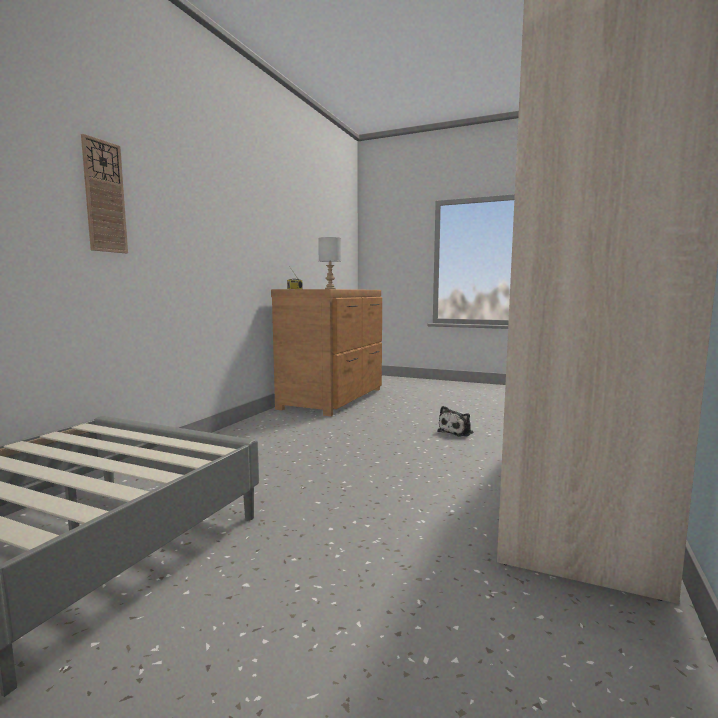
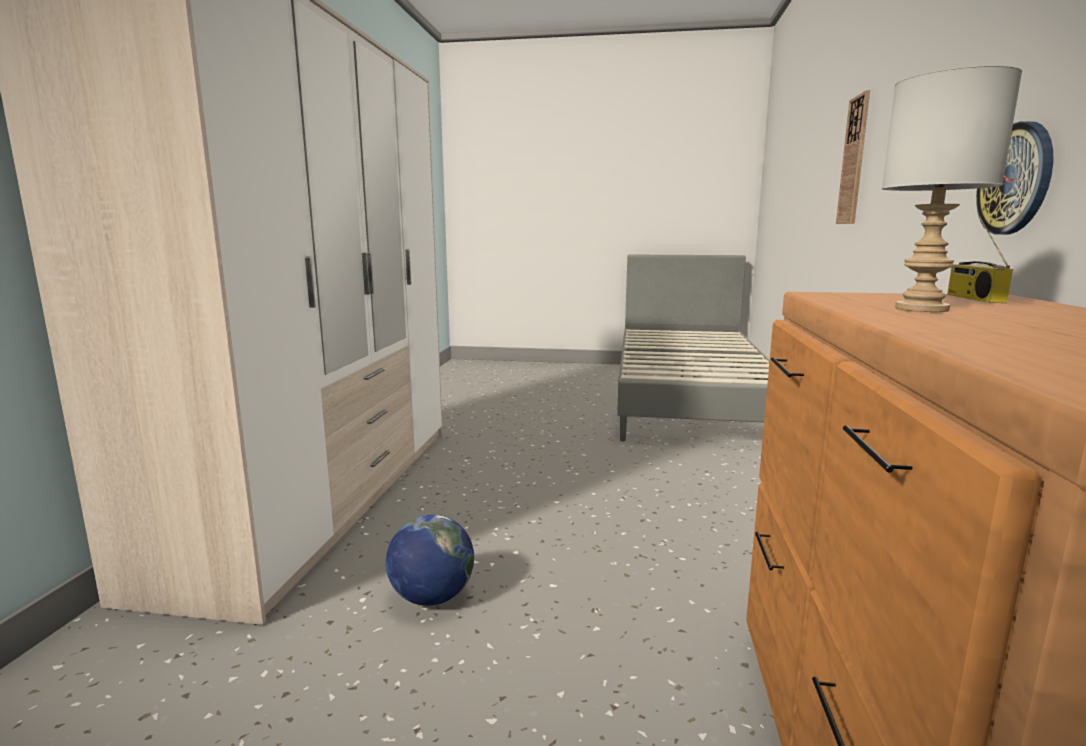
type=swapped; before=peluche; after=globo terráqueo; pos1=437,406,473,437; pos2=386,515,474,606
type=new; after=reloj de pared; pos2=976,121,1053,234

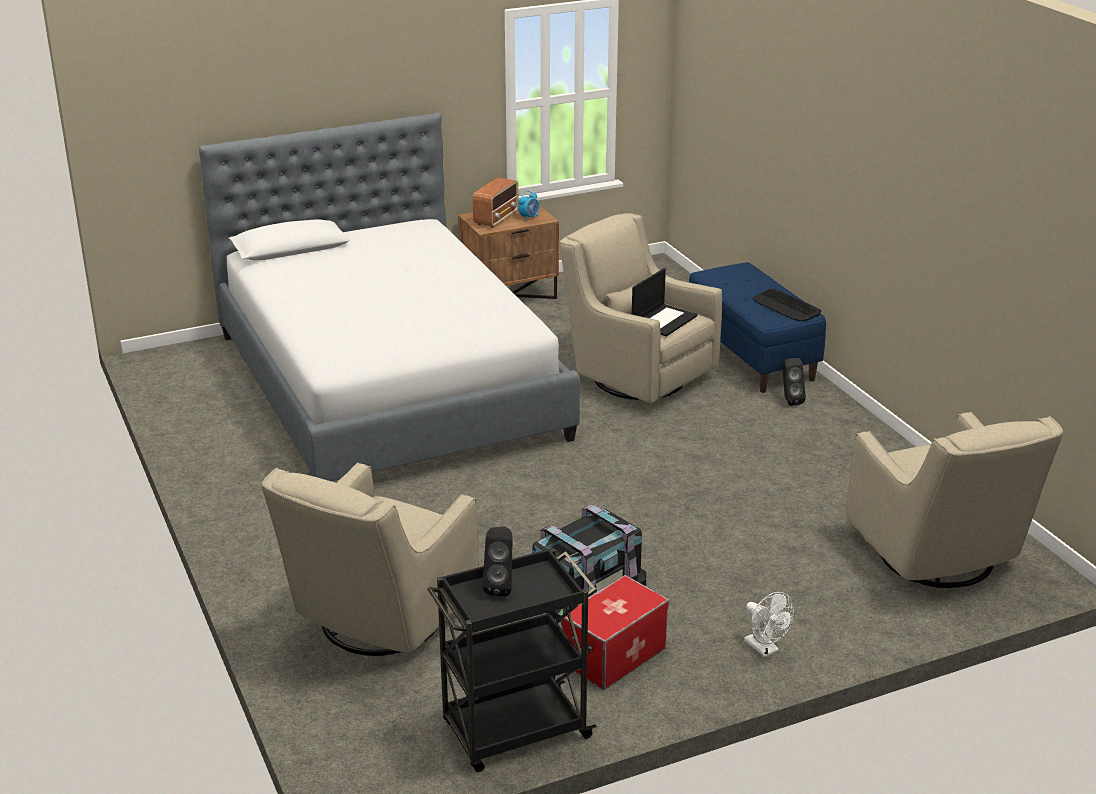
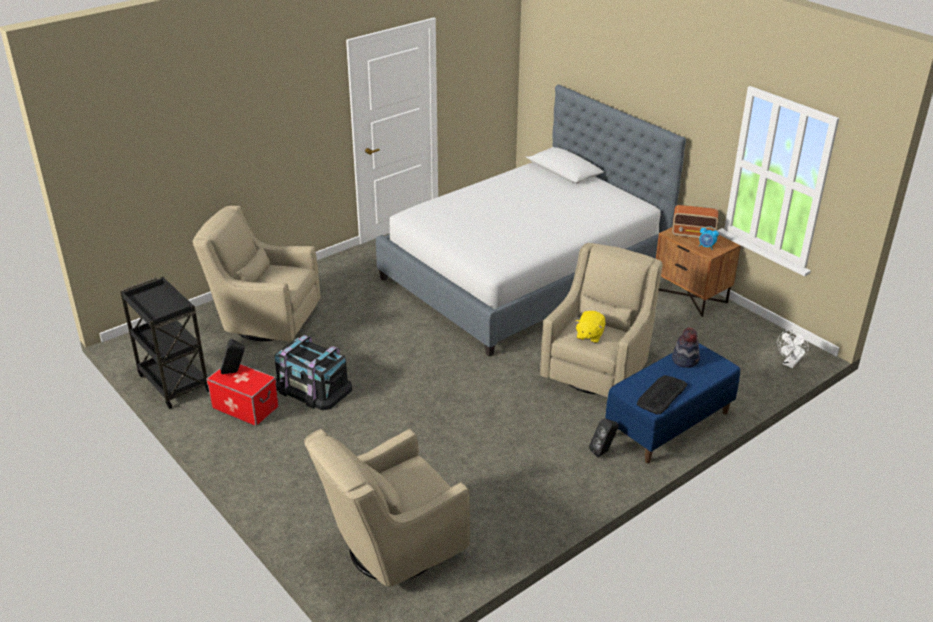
type=shifted; before=altavoz/negro; pos1=483,526,513,596; pos2=220,339,245,374
type=swapped; before=portátil; after=peluche/amarillo; pos1=632,268,698,337; pos2=575,311,606,343
type=new; after=sombrero; pos2=672,327,700,368
type=shifted; before=ventilador/blanco; pos1=744,592,794,657; pos2=777,330,809,368

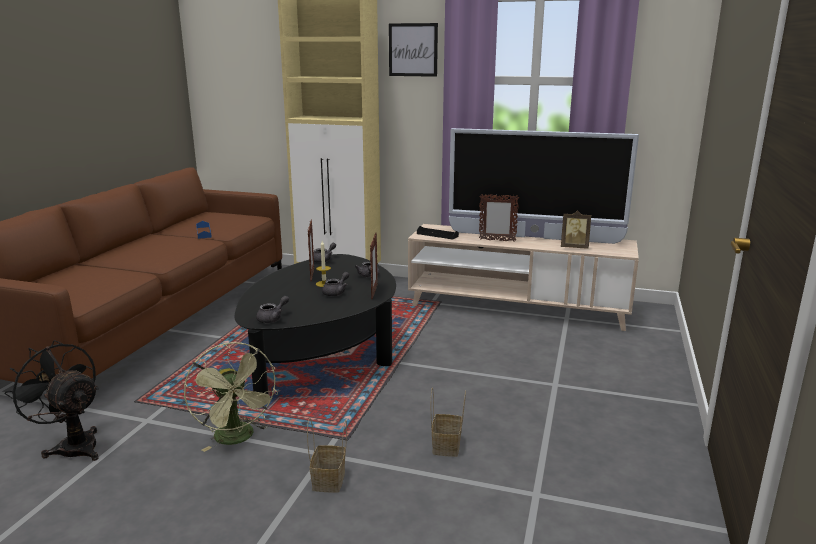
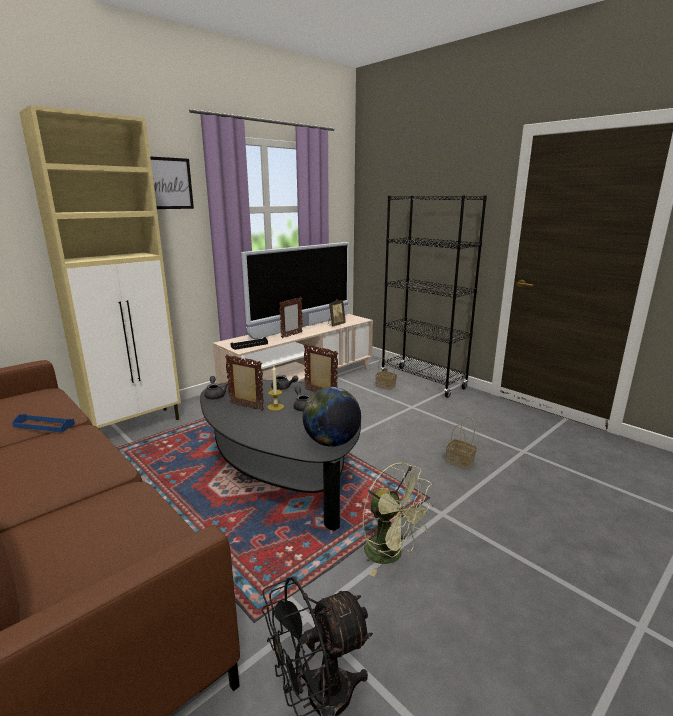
type=swapped; before=tetera/gris; after=globo terráqueo; pos1=256,296,289,323; pos2=303,387,361,447
type=rotated; before=ventilador/verde; pos1=184,342,278,452; pos2=363,463,433,576; turn=45
type=shifted; before=cesta; pos1=307,418,347,492; pos2=376,353,397,390
type=new; after=estantería/negro; pos2=381,195,487,398

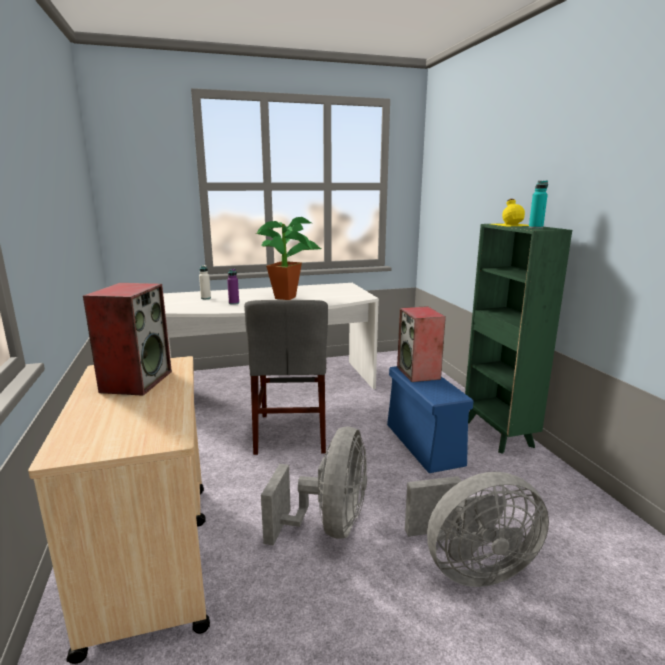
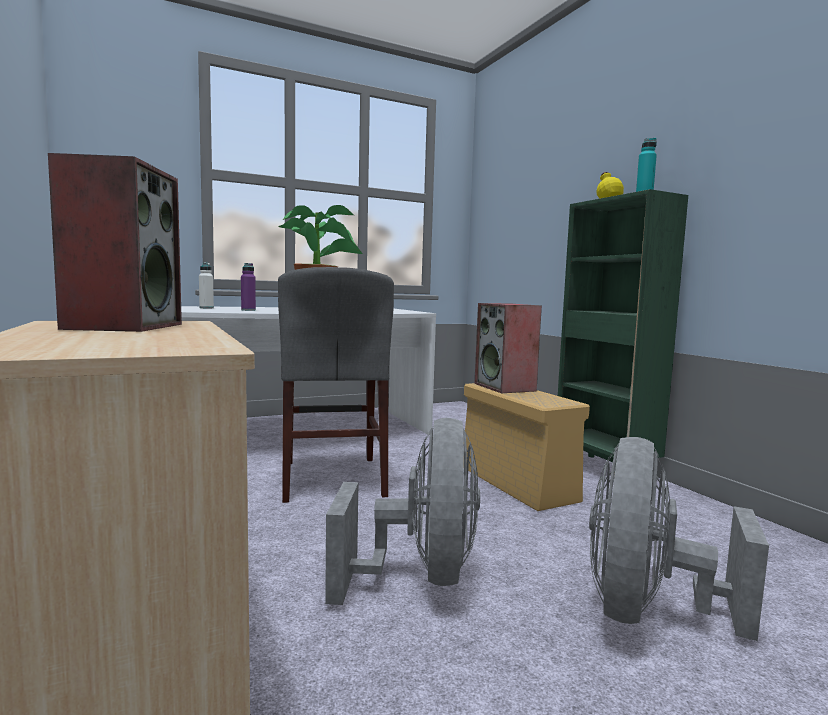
type=repainted; before=caja de almacenaje/azul; after=caja de almacenaje/beis; pos1=387,366,474,473; pos2=464,383,590,511
type=rotated; before=ventilador/gris; pos1=405,472,549,587; pos2=589,437,769,641; turn=135

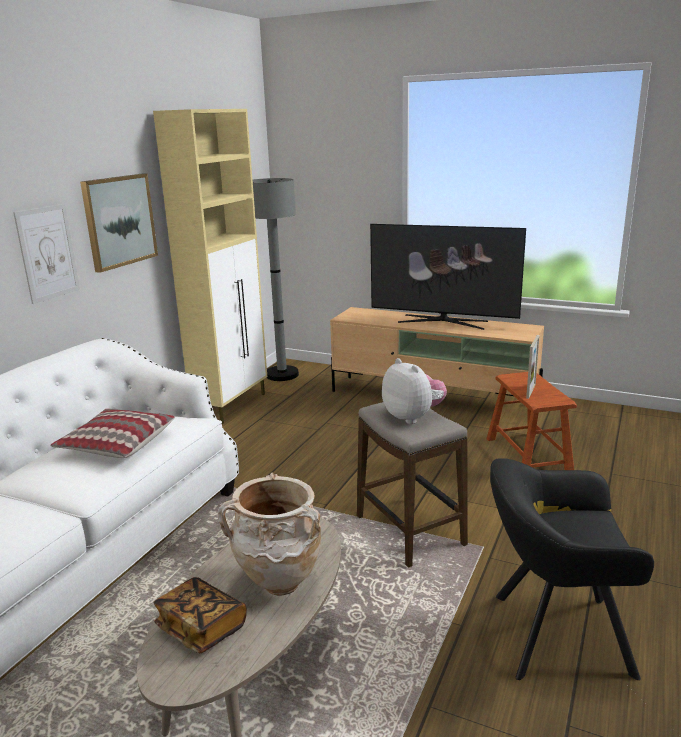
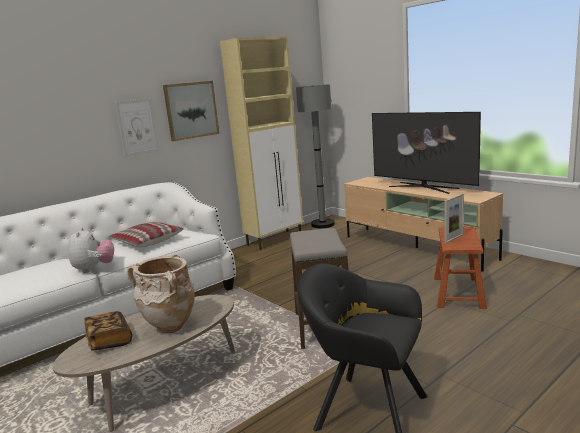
type=shifted; before=peluche; pos1=382,358,447,424; pos2=68,227,114,273

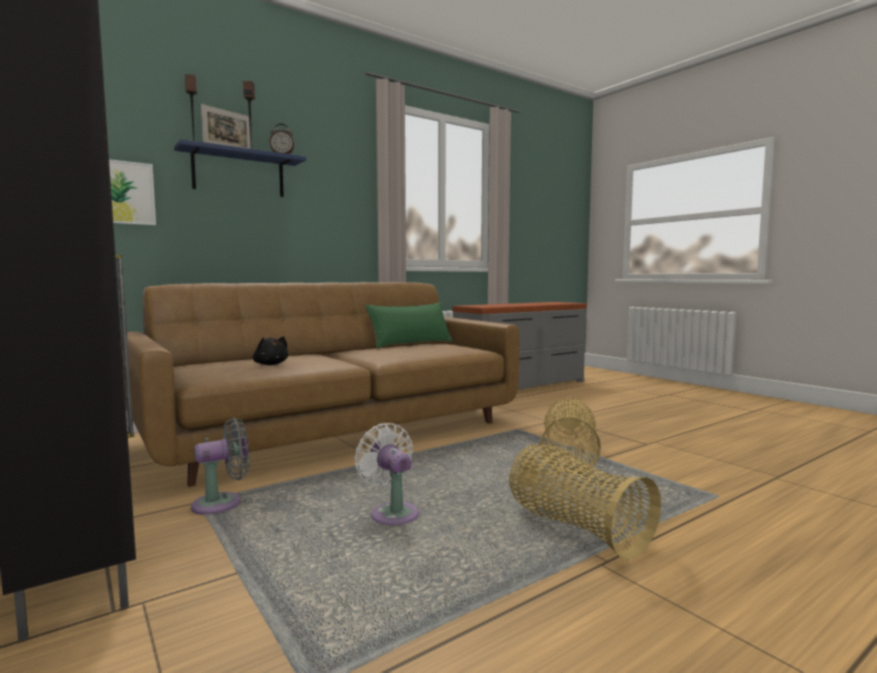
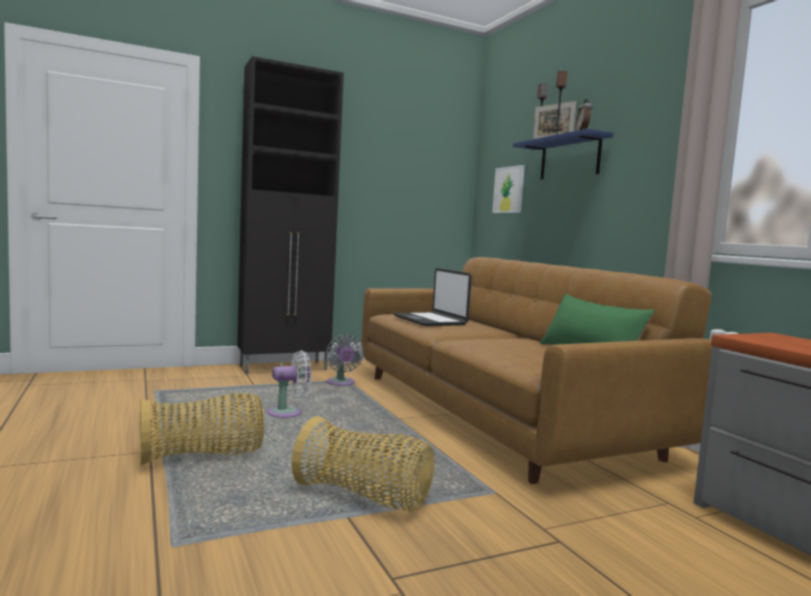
type=swapped; before=peluche/negro; after=portátil; pos1=253,336,288,365; pos2=394,268,472,326

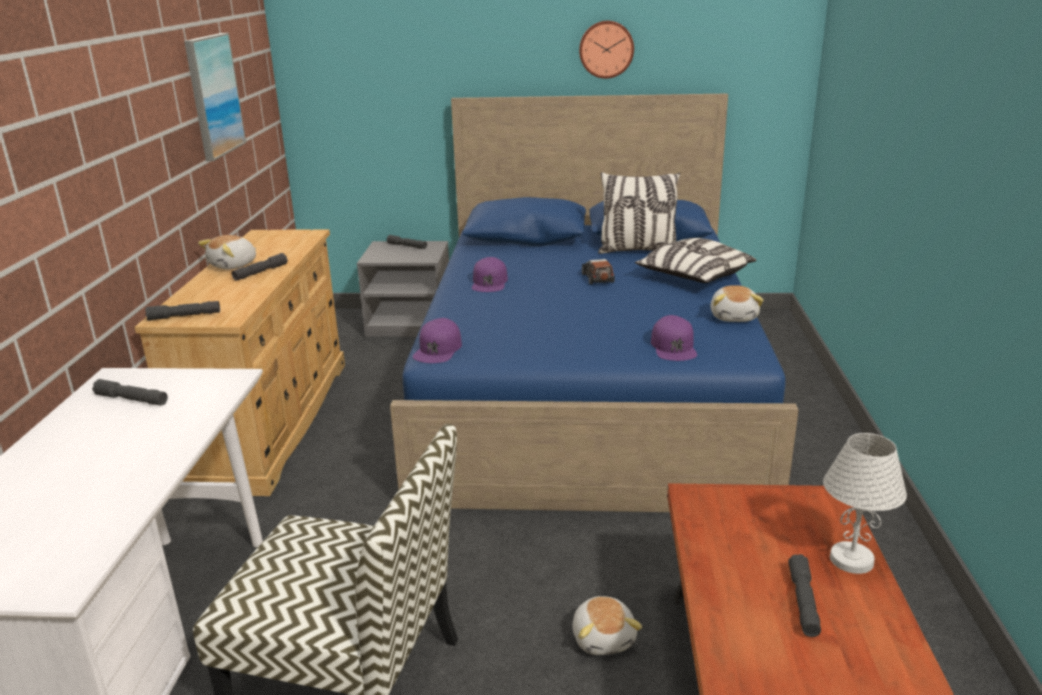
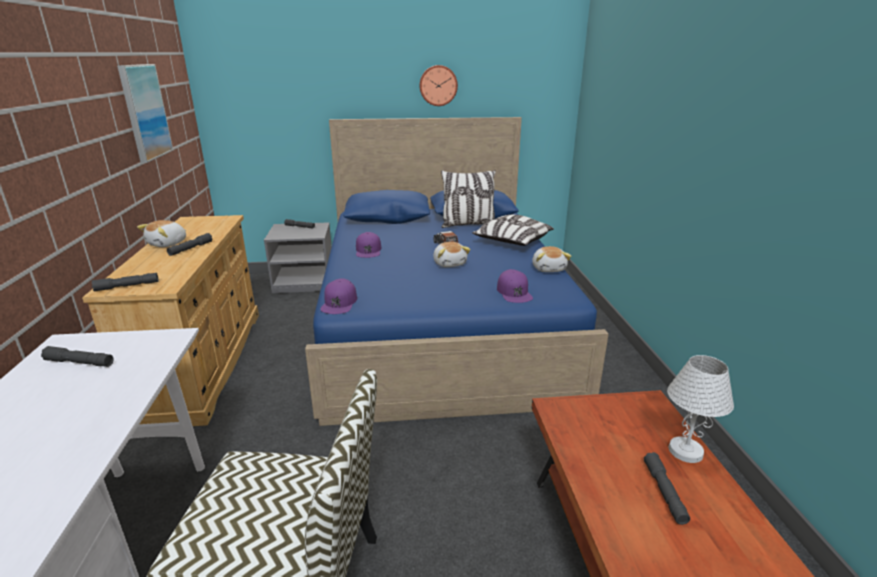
type=shifted; before=peluche; pos1=573,596,642,655; pos2=433,242,471,267

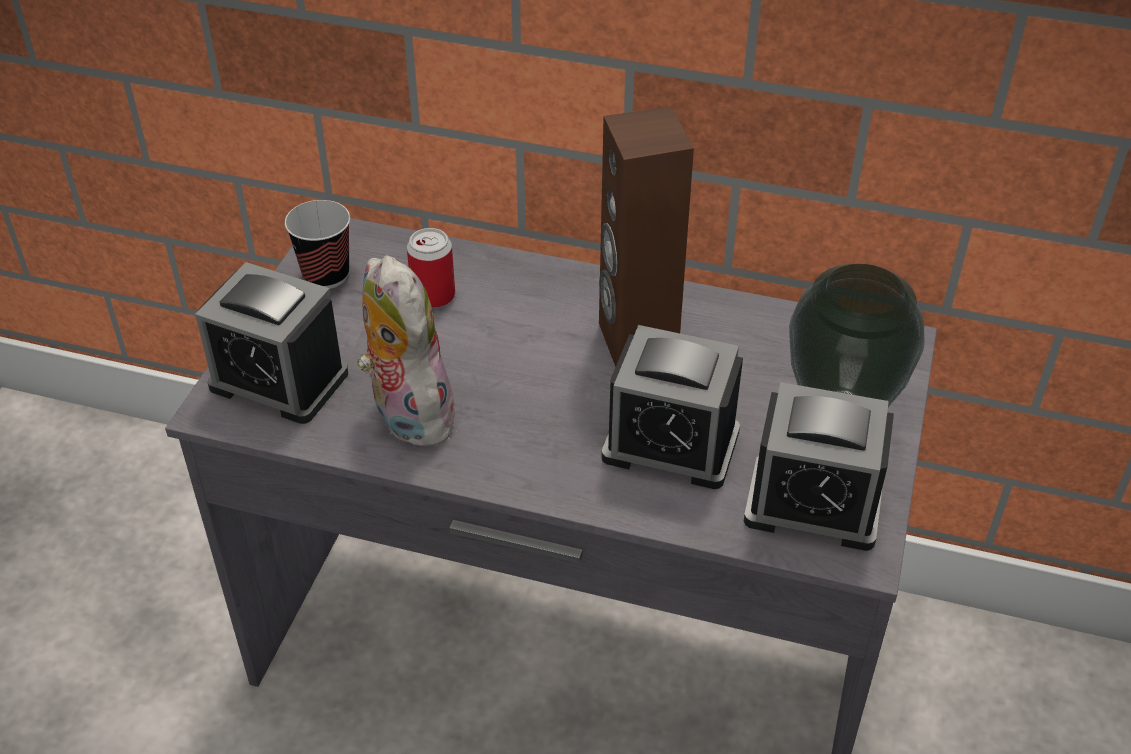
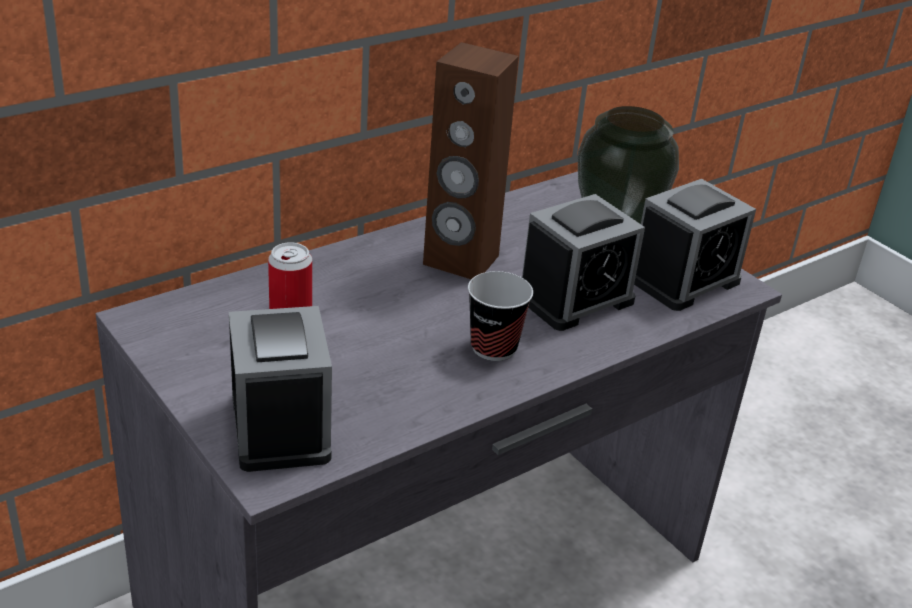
type=rotated; before=despertador; pos1=195,262,348,424; pos2=229,306,332,472; turn=-75
type=shifted; before=taza; pos1=285,200,350,289; pos2=468,271,533,361
type=gone; before=peluche; pos1=357,255,460,447

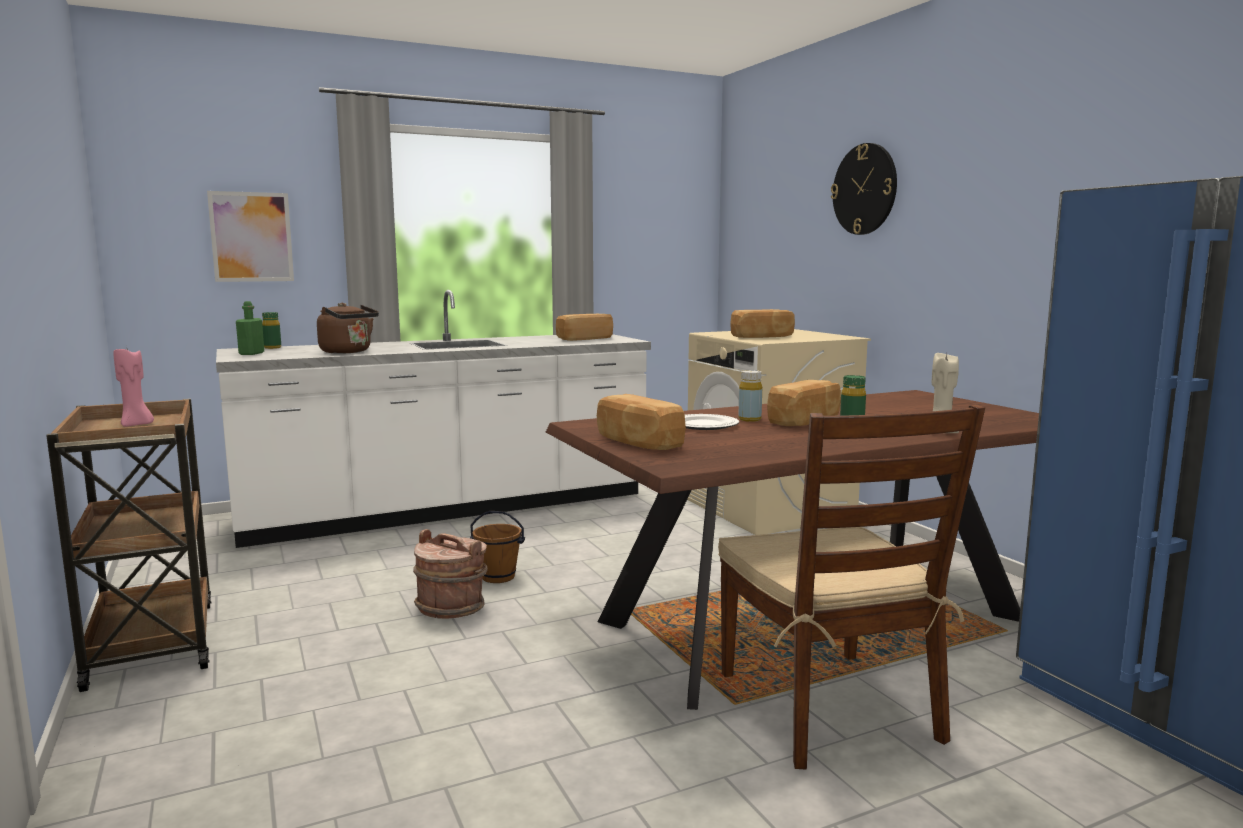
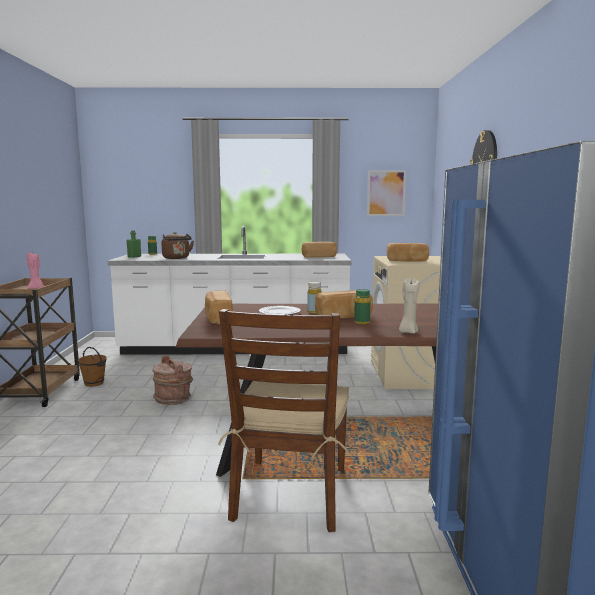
type=shifted; before=cubo/marrón; pos1=470,511,525,583; pos2=78,347,106,387
type=shifted; before=cuadro; pos1=207,191,294,282; pos2=367,170,406,216

